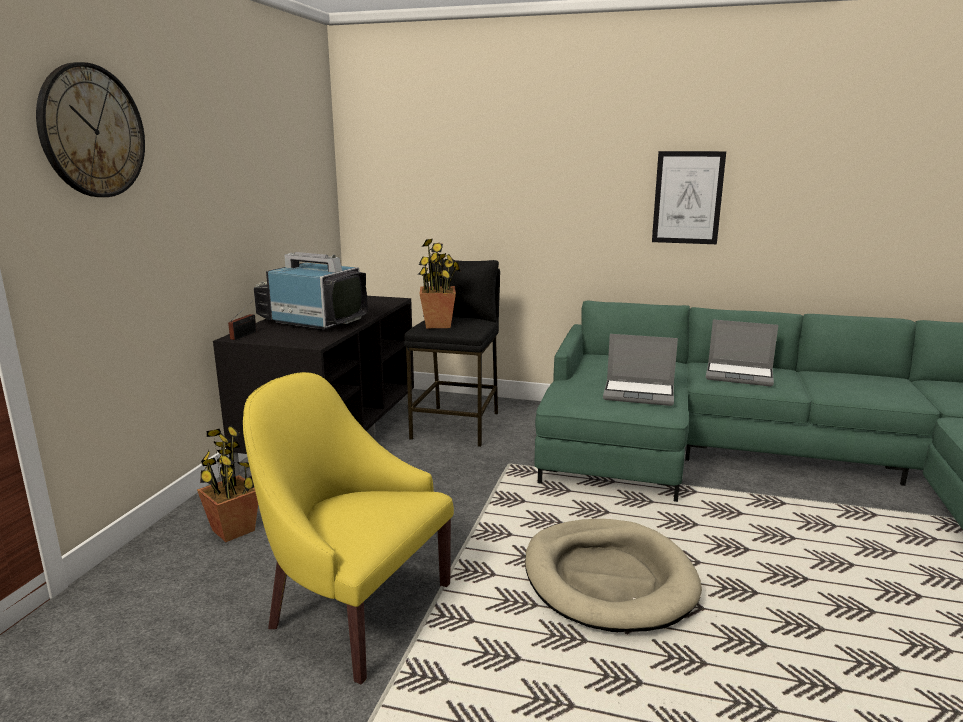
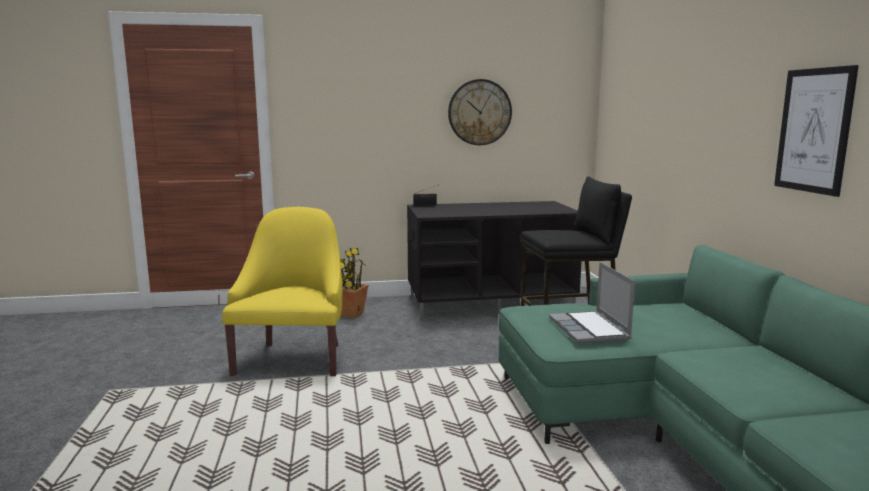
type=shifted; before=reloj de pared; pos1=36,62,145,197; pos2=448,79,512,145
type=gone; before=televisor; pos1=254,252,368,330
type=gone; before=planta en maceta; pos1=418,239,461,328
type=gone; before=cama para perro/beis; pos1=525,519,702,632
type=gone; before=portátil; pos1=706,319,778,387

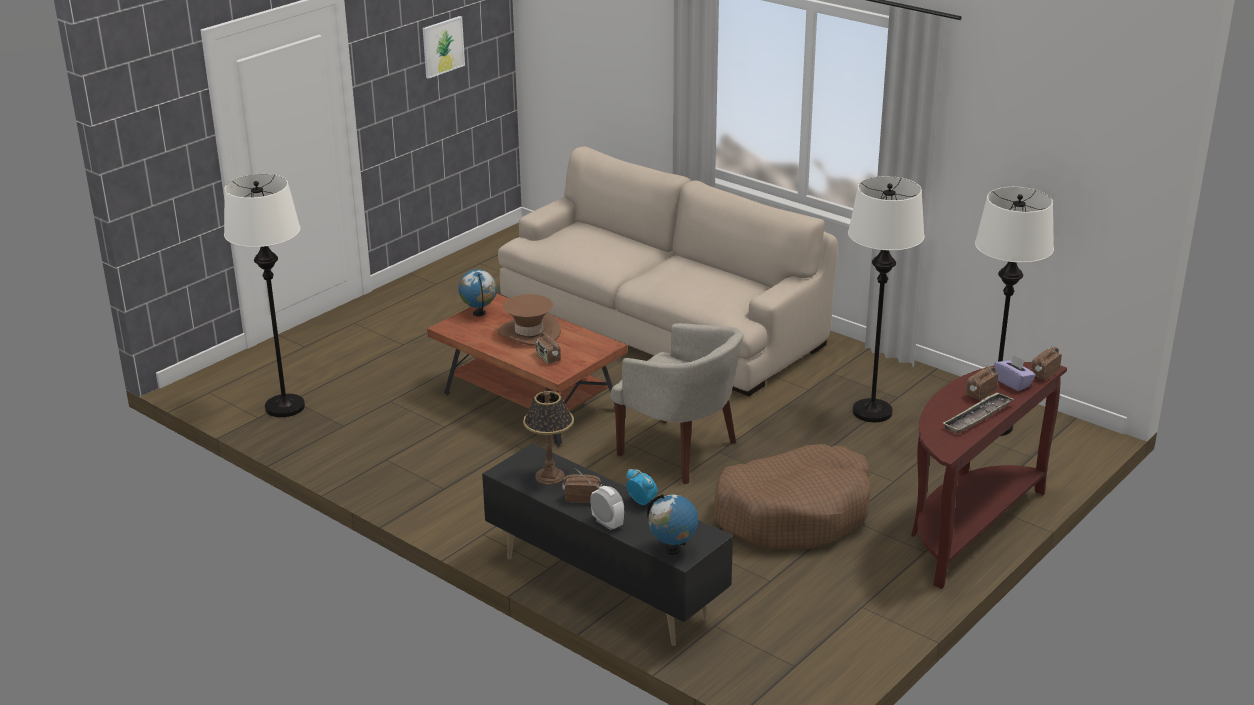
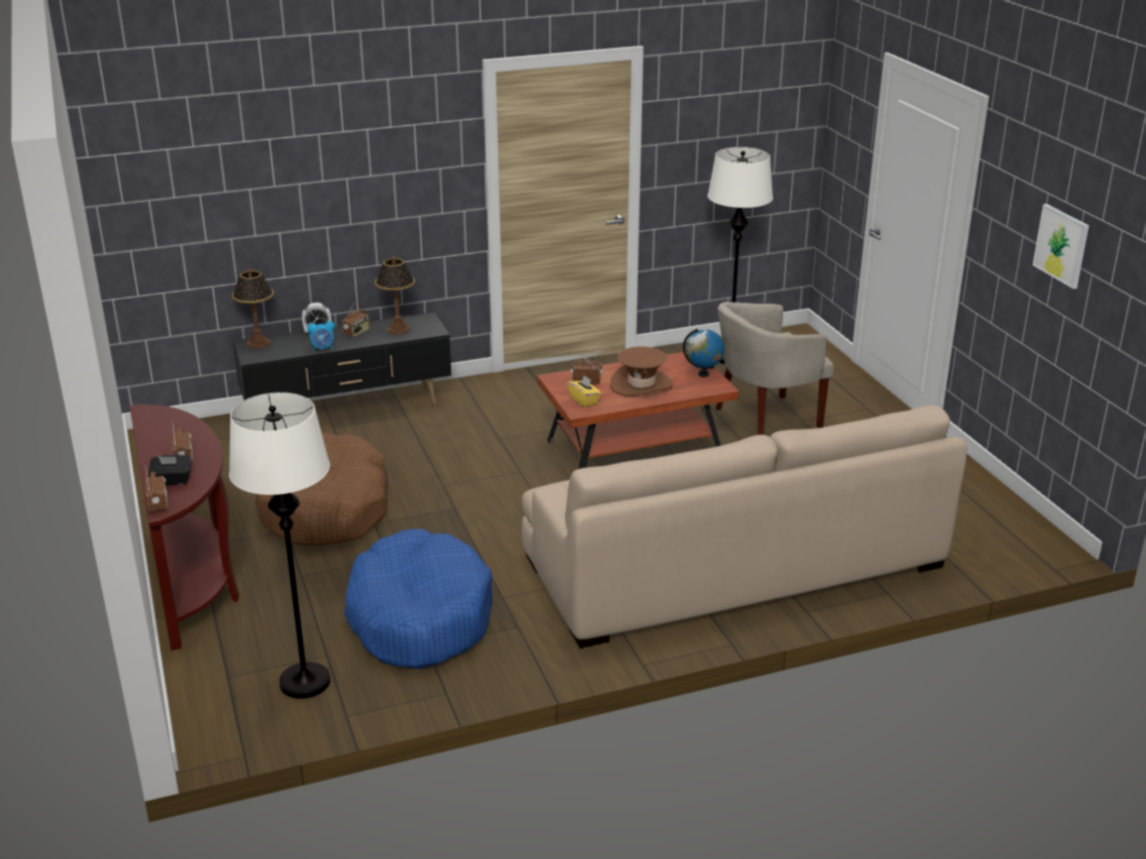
type=repainted; before=caja de pañuelos/morado; after=caja de pañuelos/negro; pos1=994,355,1036,391; pos2=148,455,191,486
type=swapped; before=globo terráqueo; after=lámpara de mesa; pos1=647,494,698,555; pos2=232,269,274,349
type=swapped; before=lámpara de pie/blanco; after=cama para perro/azul; pos1=848,176,925,422; pos2=344,529,492,669
type=new; after=caja de pañuelos/amarillo; pos2=567,375,601,407
type=shifted; before=sillón/beis; pos1=610,323,743,484; pos2=716,302,834,435
type=gone; before=bandeja; pos1=944,392,1014,434

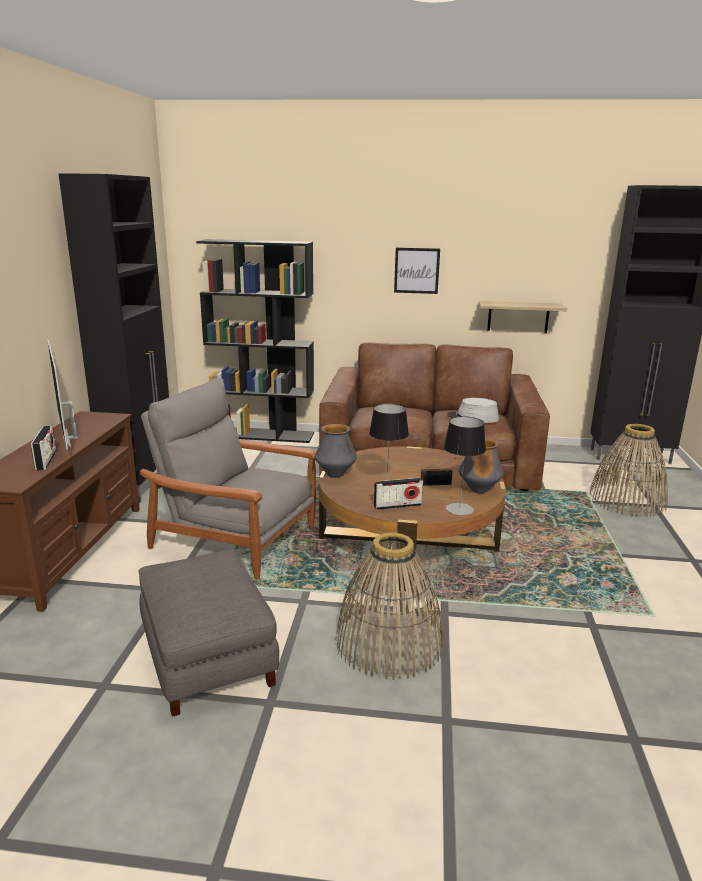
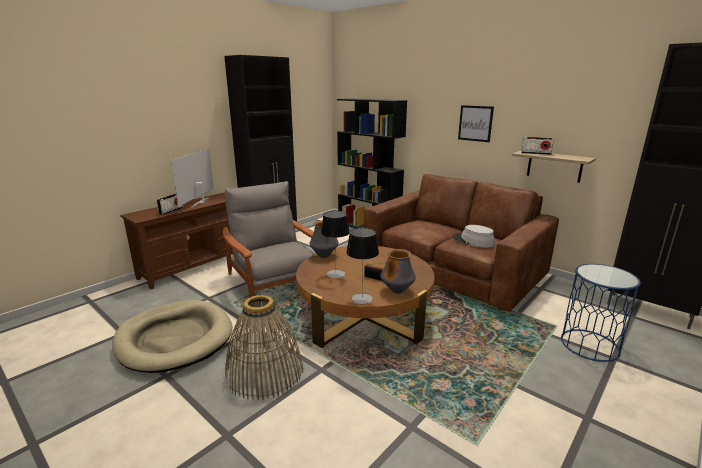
type=swapped; before=puf/gris; after=cama para perro/beis; pos1=138,549,279,717; pos2=112,300,233,373
type=shifted; before=radio; pos1=374,478,423,510; pos2=521,137,554,155
type=swapped; before=cesta; after=mesa auxiliar/azul; pos1=589,424,668,517; pos2=561,264,641,362

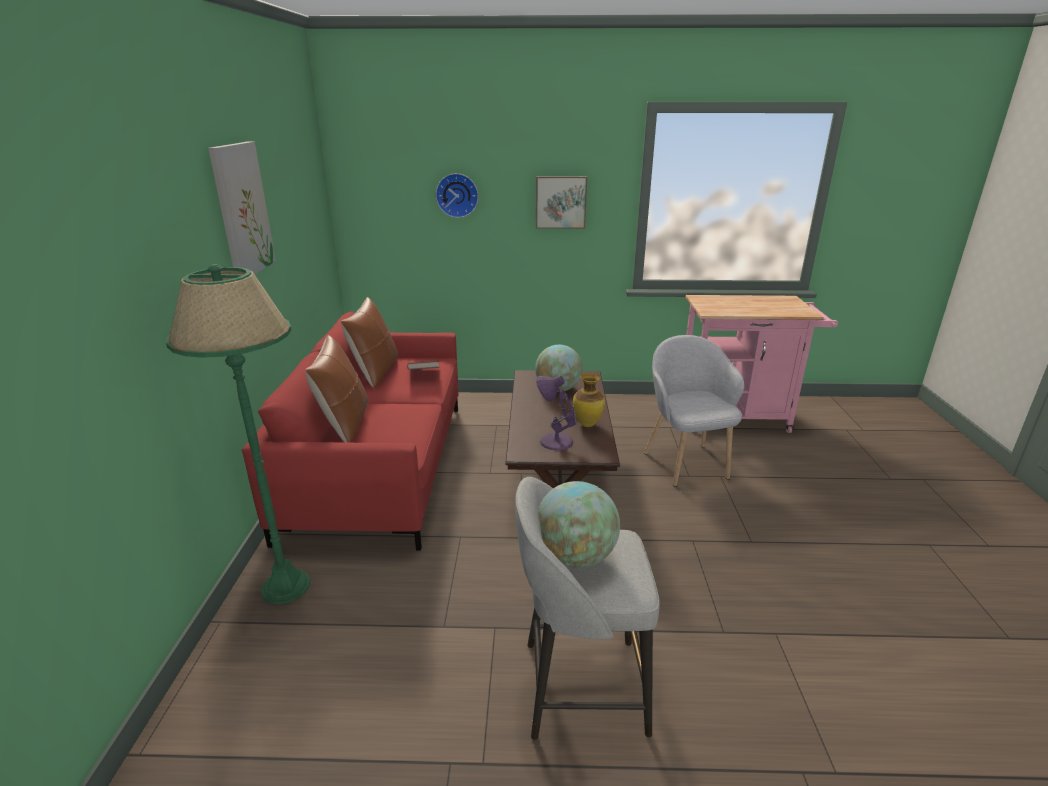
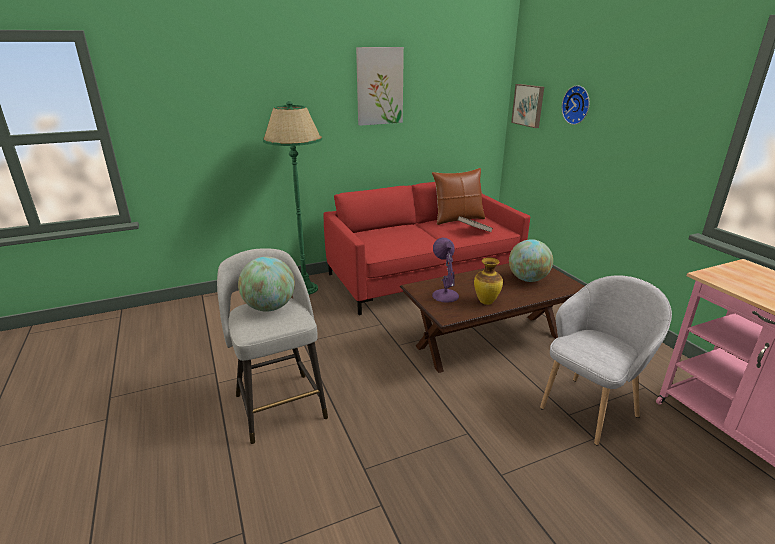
type=shifted; before=cuadro; pos1=536,176,587,229; pos2=511,84,544,128
type=gone; before=cojín/marrón; pos1=305,335,368,443

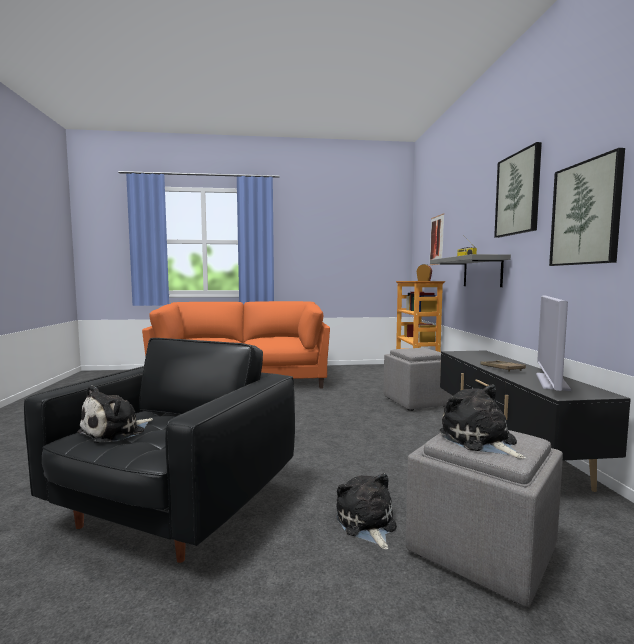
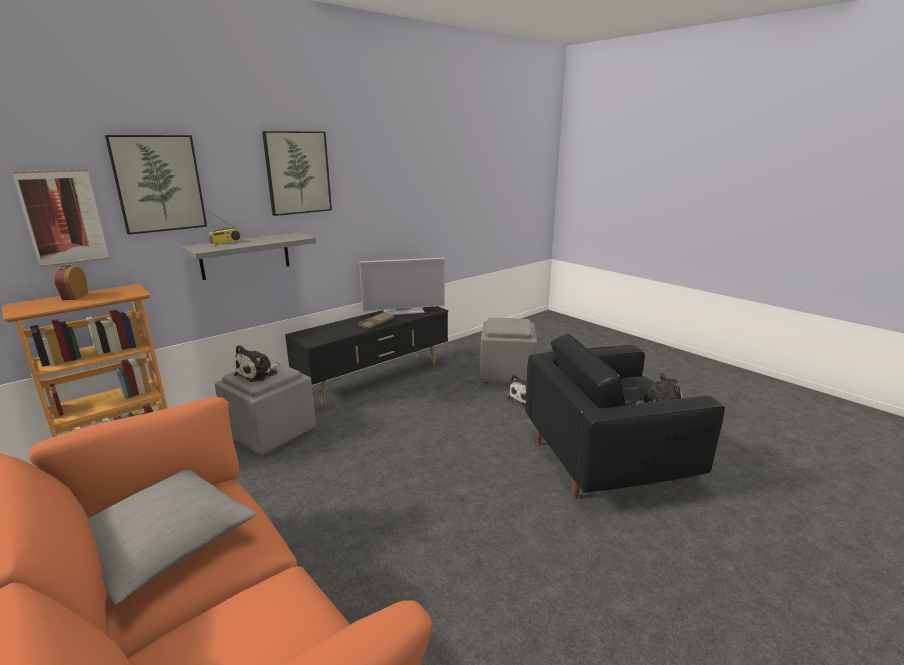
type=new; after=cojín/gris; pos2=88,470,257,605
type=shifted; before=cuadro; pos1=549,148,625,266; pos2=105,135,207,235
type=shifted; before=peluche; pos1=440,385,526,459; pos2=234,345,279,382

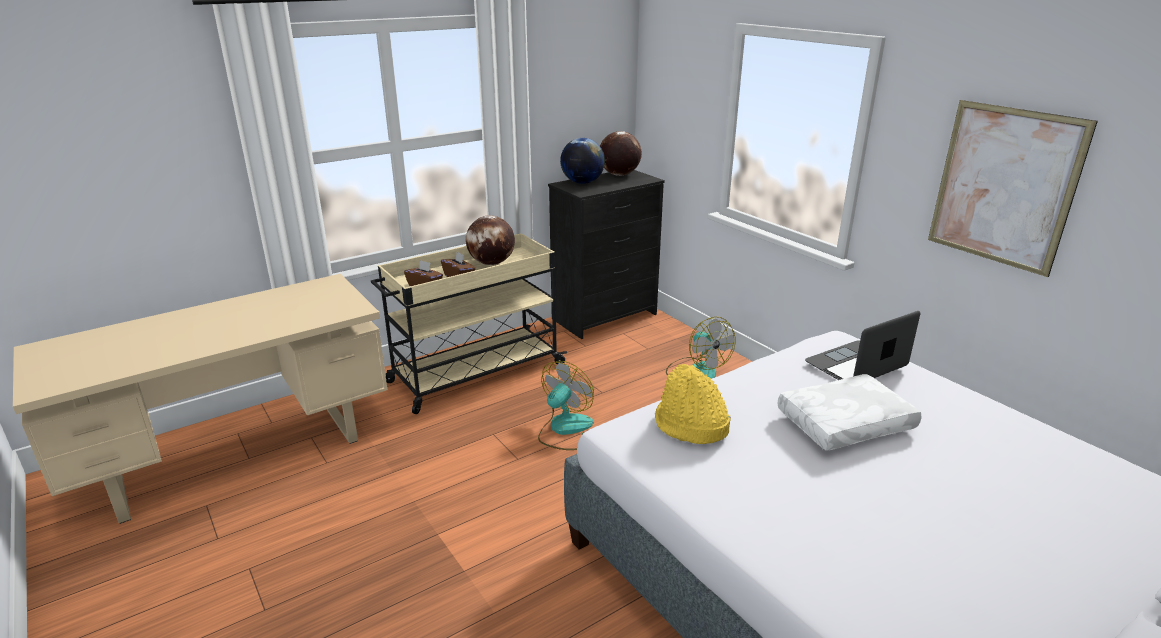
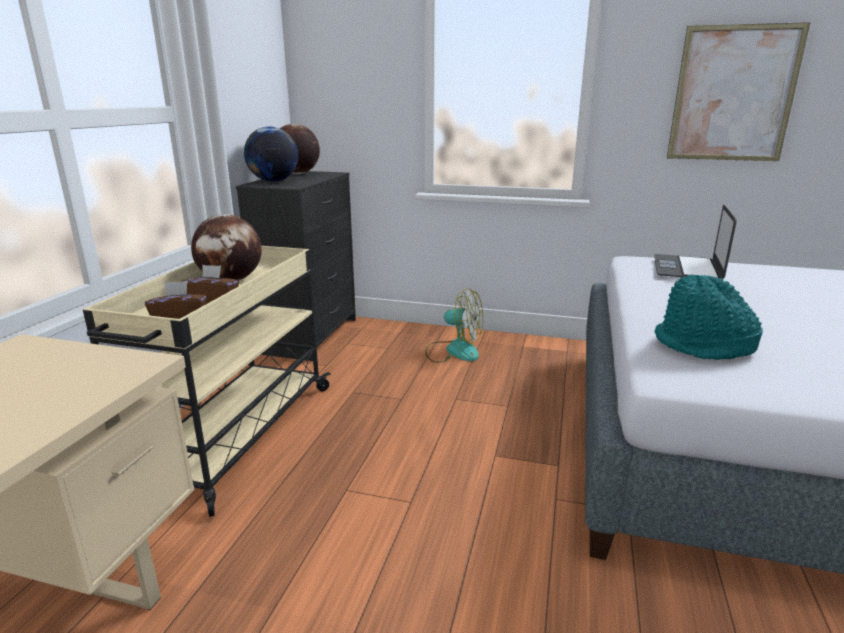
type=repainted; before=sombrero/amarillo; after=sombrero/turquesa; pos1=655,364,731,444; pos2=654,275,763,360
type=gone; before=ventilador; pos1=538,361,594,450
type=gone; before=cojín/blanco; pos1=777,374,922,451

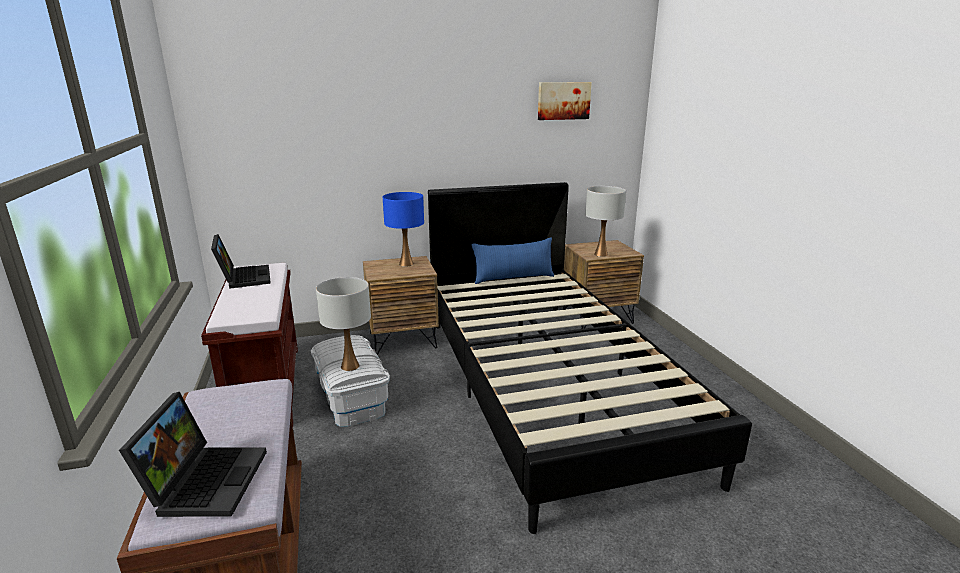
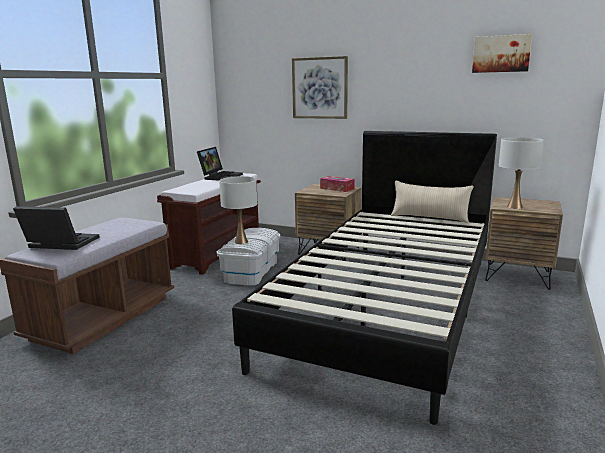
type=rotated; before=portátil; pos1=119,392,267,517; pos2=13,206,100,250; turn=-120
type=new; after=cuadro; pos2=292,56,348,119
type=swapped; before=lámpara de mesa/azul; after=caja de pañuelos; pos1=383,192,424,267; pos2=320,176,355,192
type=repainted; before=cojín/azul; after=cojín/beis; pos1=472,238,554,284; pos2=391,181,474,223

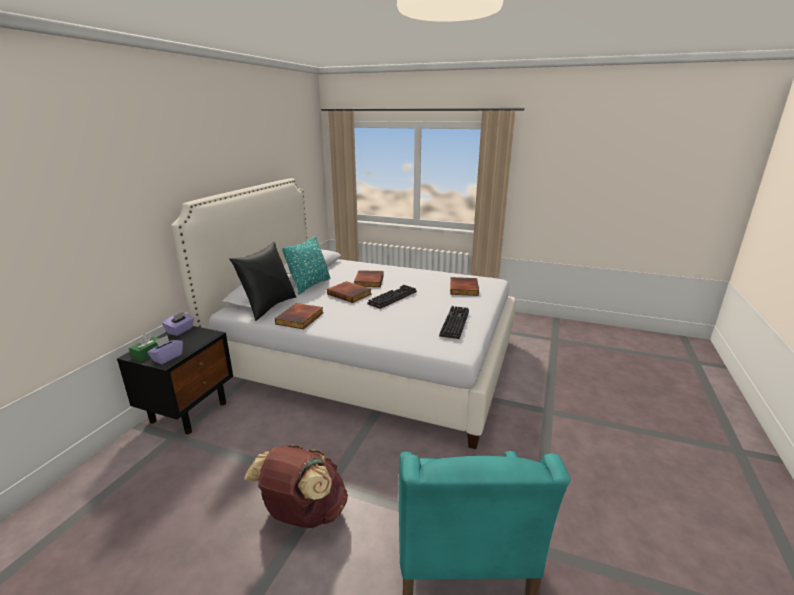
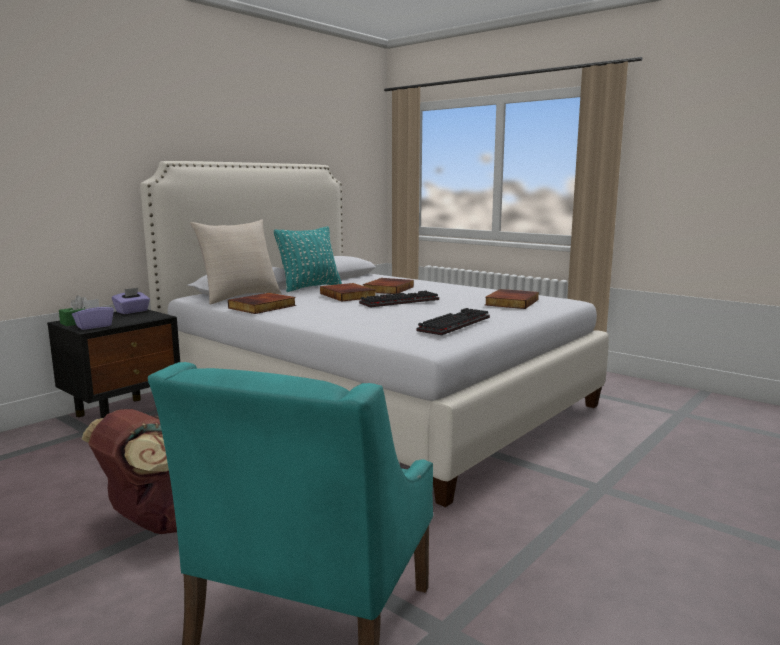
type=repainted; before=cojín/negro; after=cojín/beis; pos1=229,242,296,321; pos2=190,219,281,304

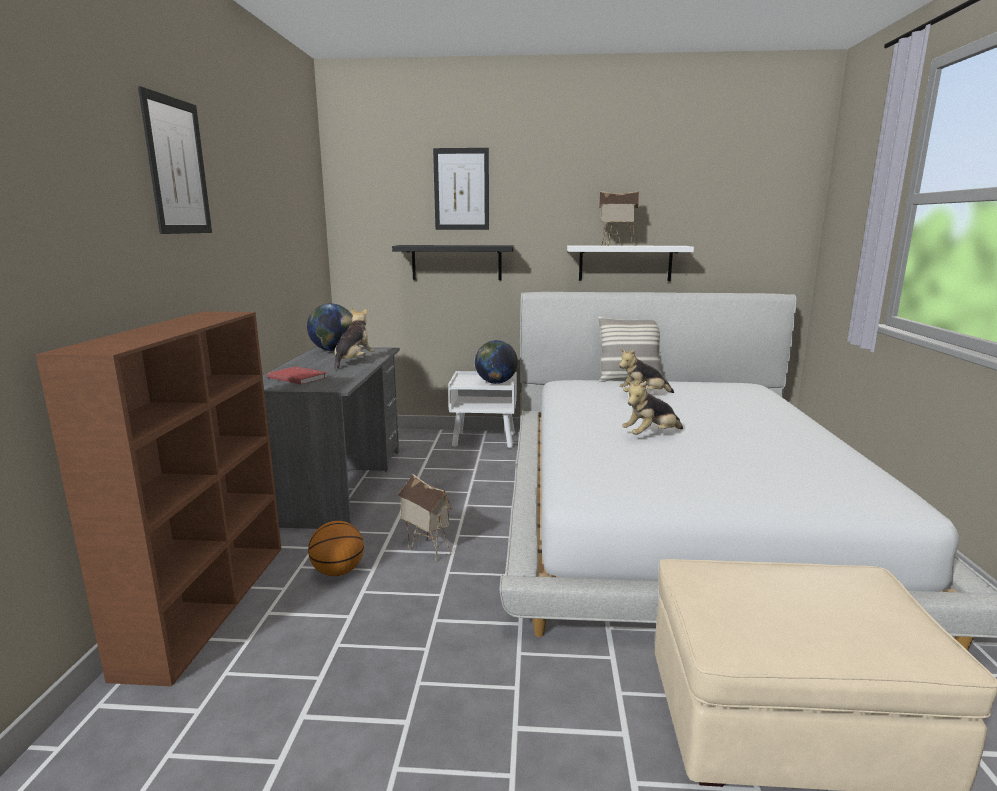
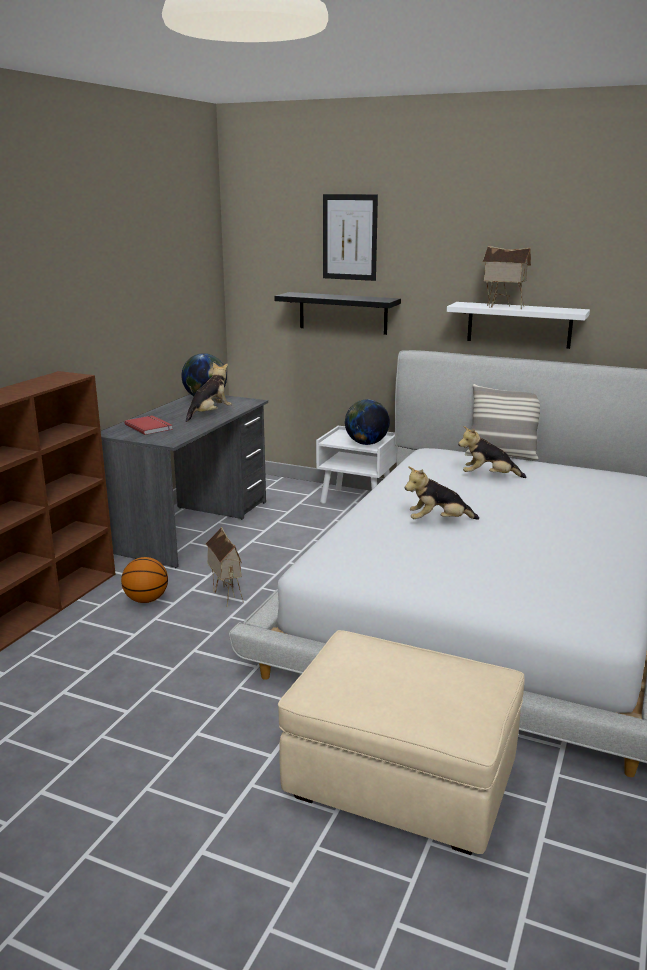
type=gone; before=cuadro; pos1=138,86,212,234

